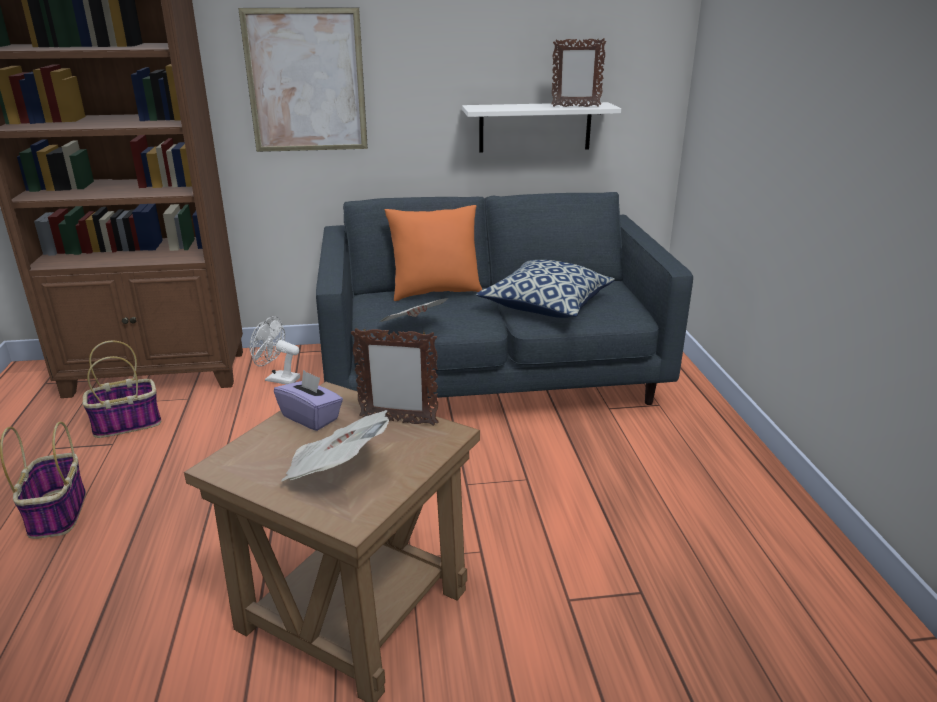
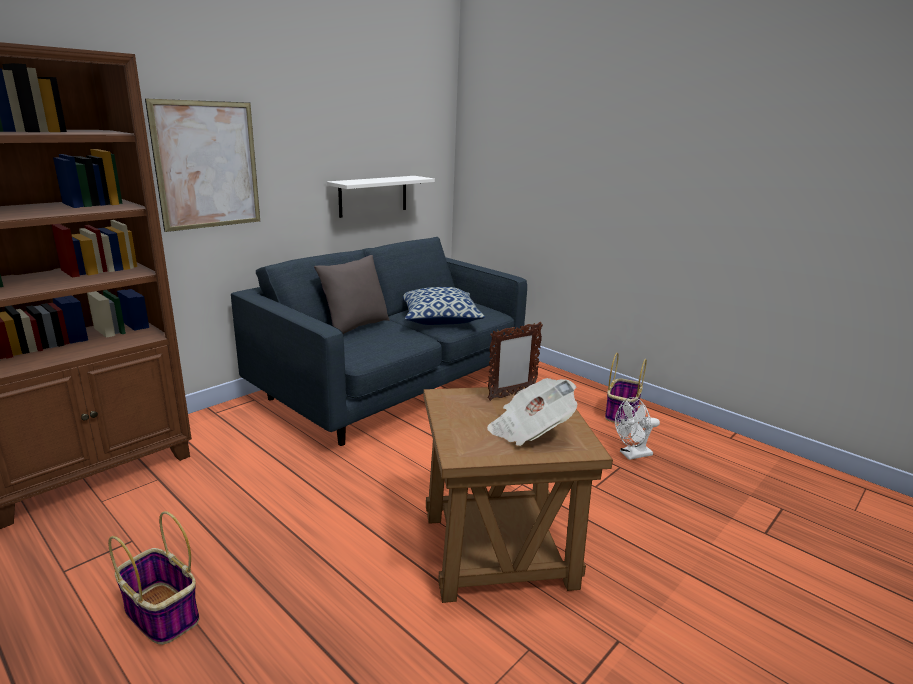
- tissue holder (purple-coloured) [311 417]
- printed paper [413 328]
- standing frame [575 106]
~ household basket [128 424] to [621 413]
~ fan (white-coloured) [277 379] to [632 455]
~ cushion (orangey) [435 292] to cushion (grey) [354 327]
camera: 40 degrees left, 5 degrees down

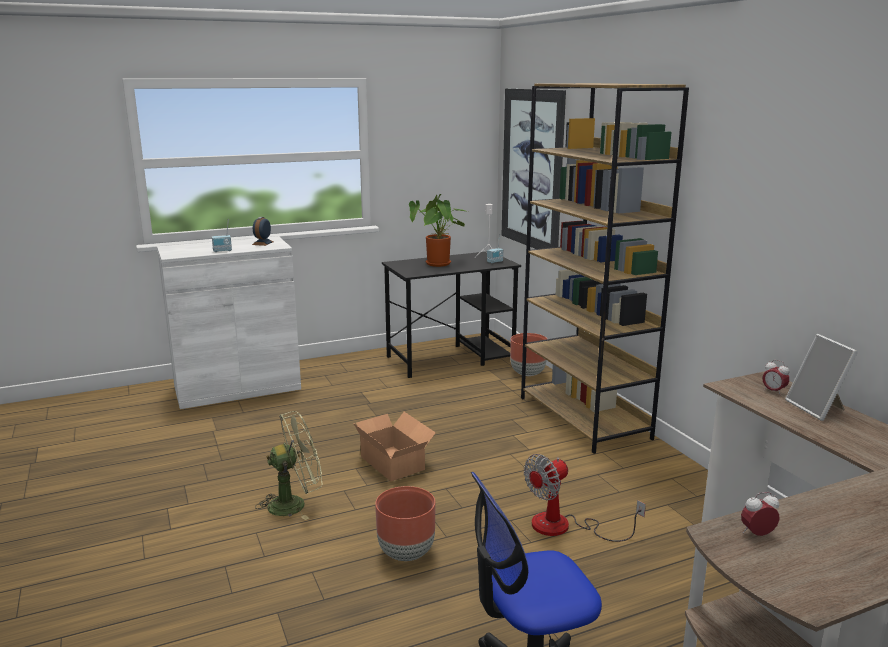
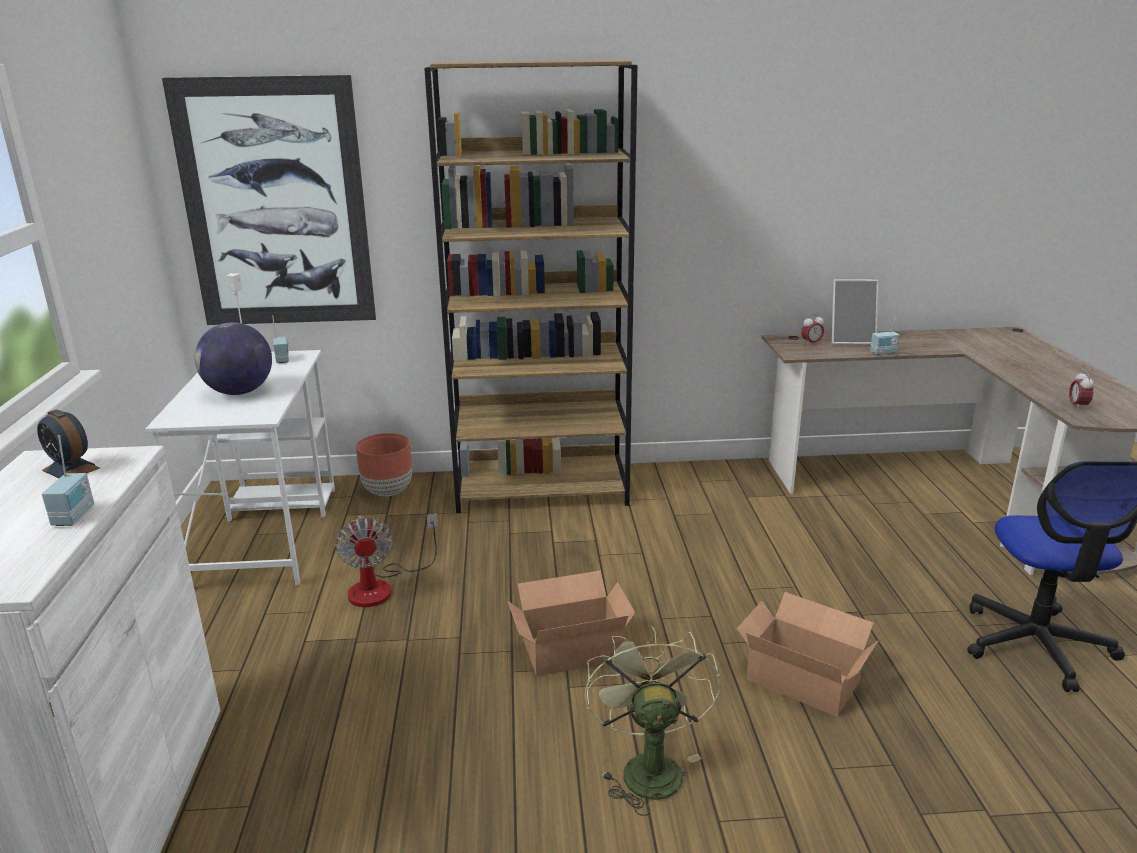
+ radio set [884 353]
~ fan [564 527] to [382 586]
~ plant pot (brown-coloured) [407 553] to cardboard box [802 677]
~ houseplant [439 264] to desk globe [239 392]
~ desk table (blackish) [451 358] to desk table (white-coloured) [268 534]
camera: 70 degrees left, 5 degrees up

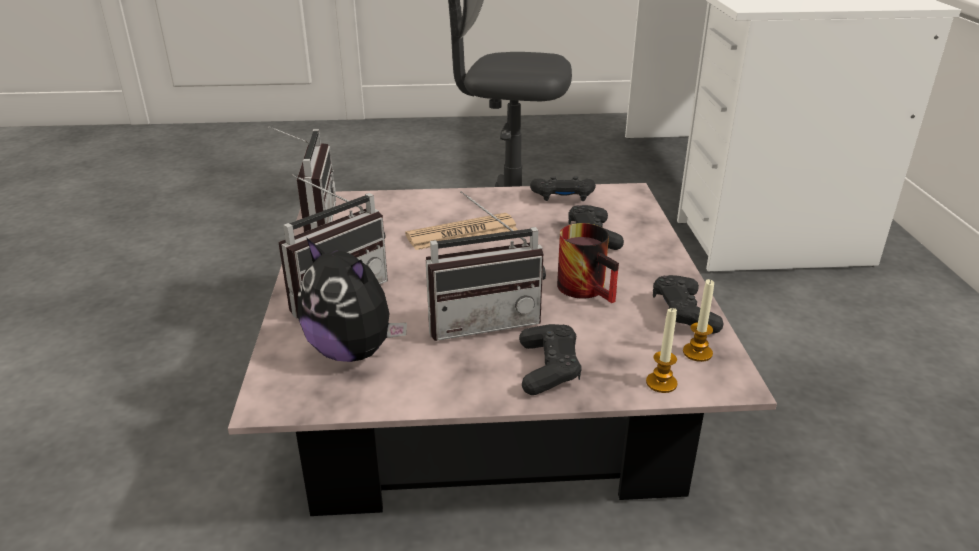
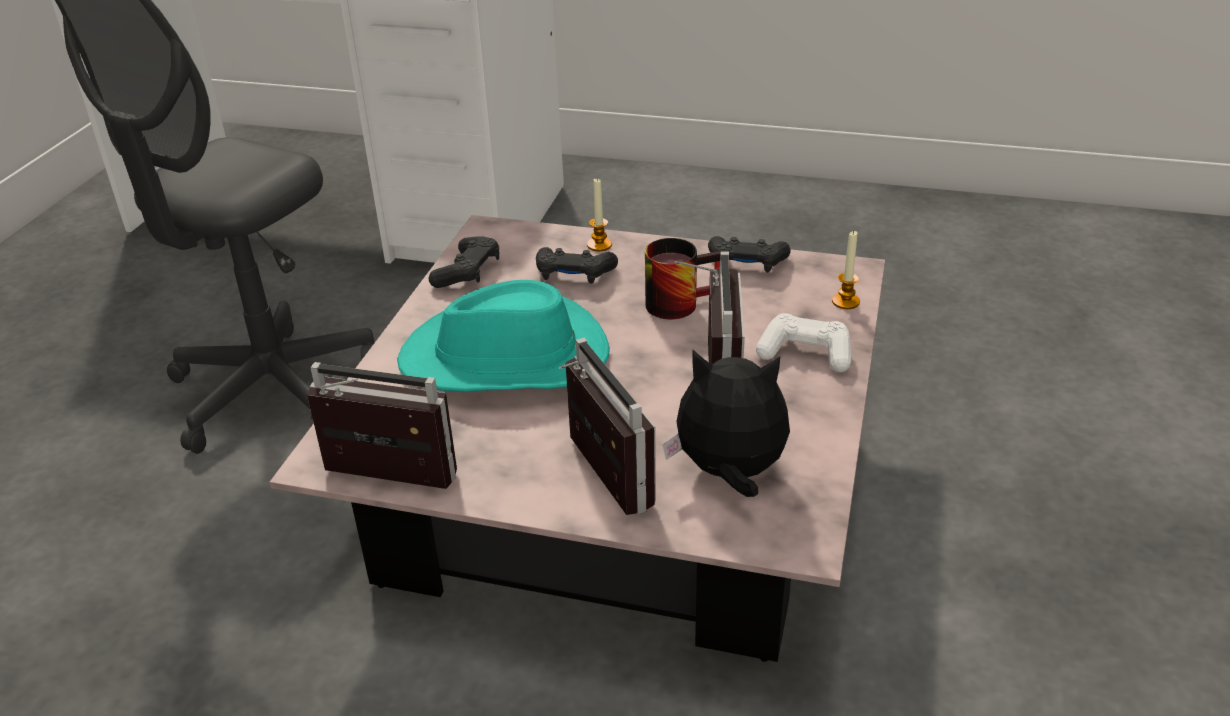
~ candle [697 353] to [599 245]
~ printed paper [462 233] to clothing hat (turquoise-coloured) [506 358]
~ joypad (blackish) [548 368] to joypad (white-coloured) [805 354]
~ soft toy [353 351] = [729 473] 135 degrees counterclockwise
camera: 70 degrees left, 5 degrees up

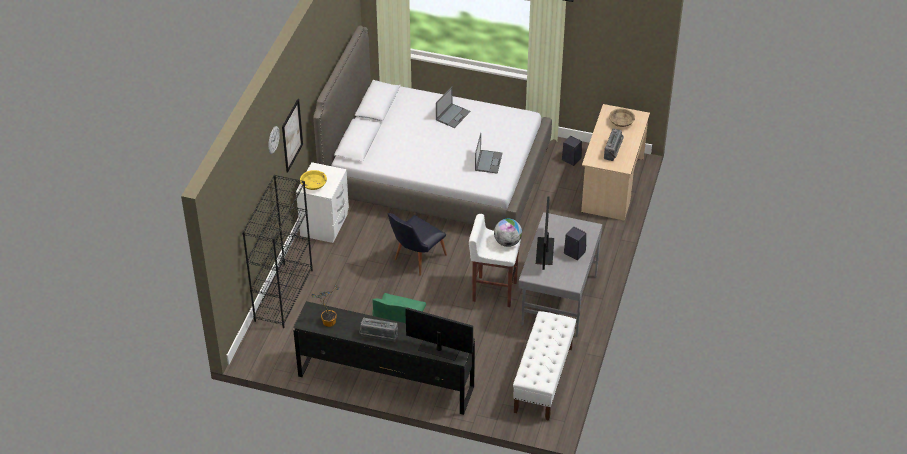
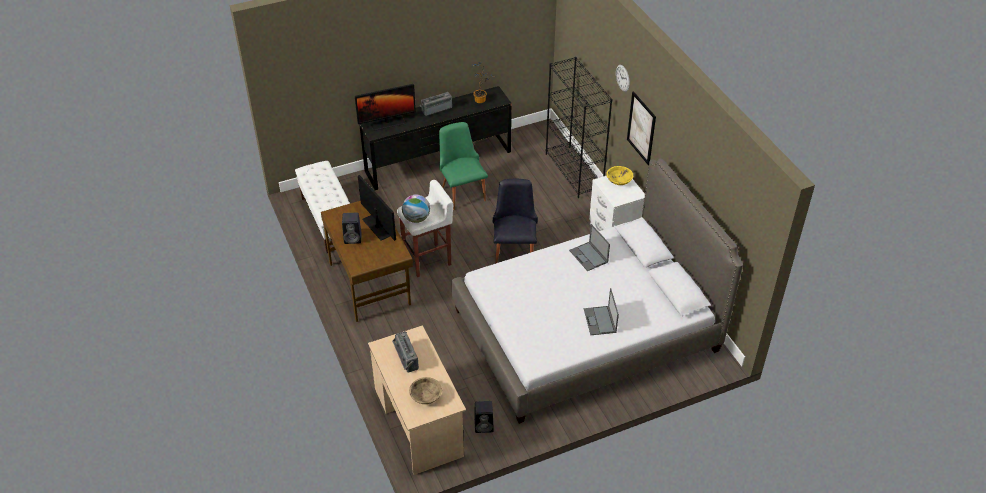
~ notebook computer [488 161] to [589 256]
~ desk table (grey) [558 300] to desk table (brown-coloured) [370 283]
camera: 140 degrees right, 0 degrees up

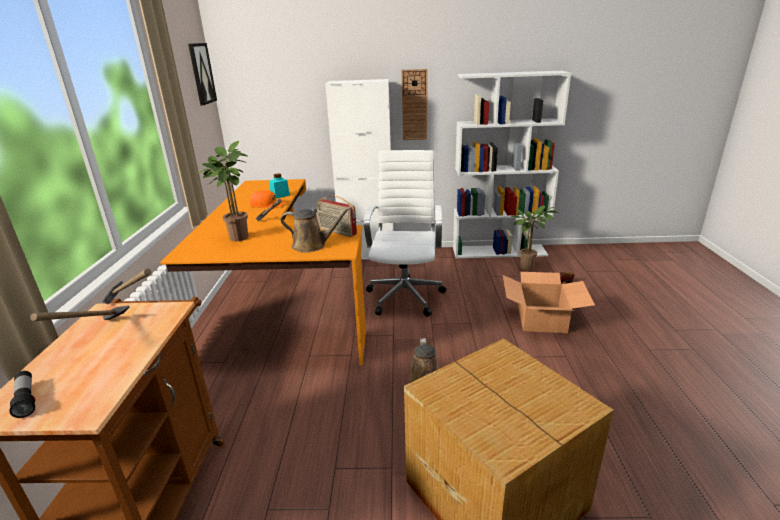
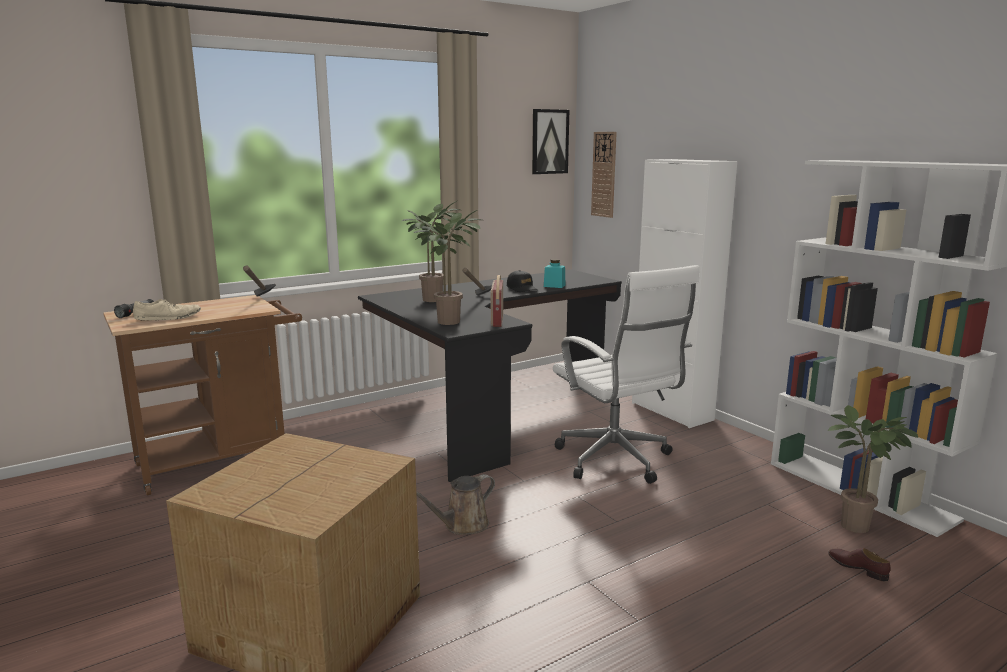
- hammer [95 337]
- cardboard box [542 318]
+ shoe (beige) [168 317]
~ hanging clock [414 105] to [604 174]
~ sprinkling can (brown-coloured) [312 245] to houseplant [450 321]
~ desk table (orangey) [277 309] to desk table (blackish) [490 411]
~ cap (orangey) [268 205] to cap (blackish) [522 288]
~ computer chair (white-coloured) [405 295] = [616 461] 90 degrees clockwise
camera: 55 degrees right, 10 degrees down

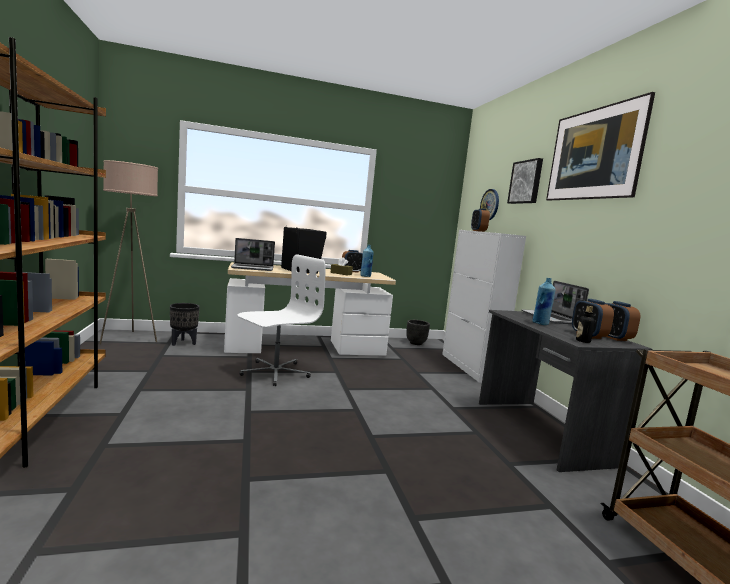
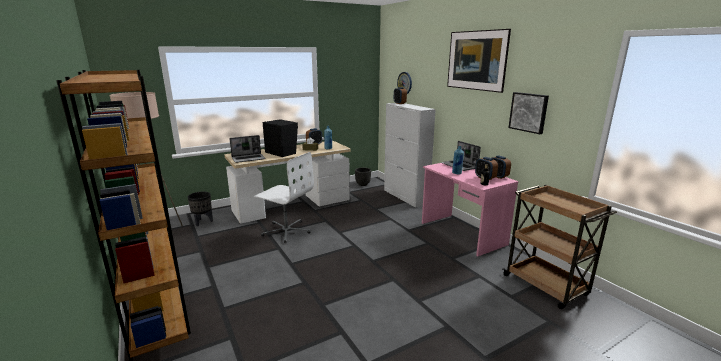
~ wall picture [526 182] to [529 112]
~ desk table (grey) [541 431] to desk table (pink) [462 233]
~ computer chair (white-coloured) [275 372] = [286 231] 90 degrees clockwise
camera: 15 degrees left, 10 degrees up

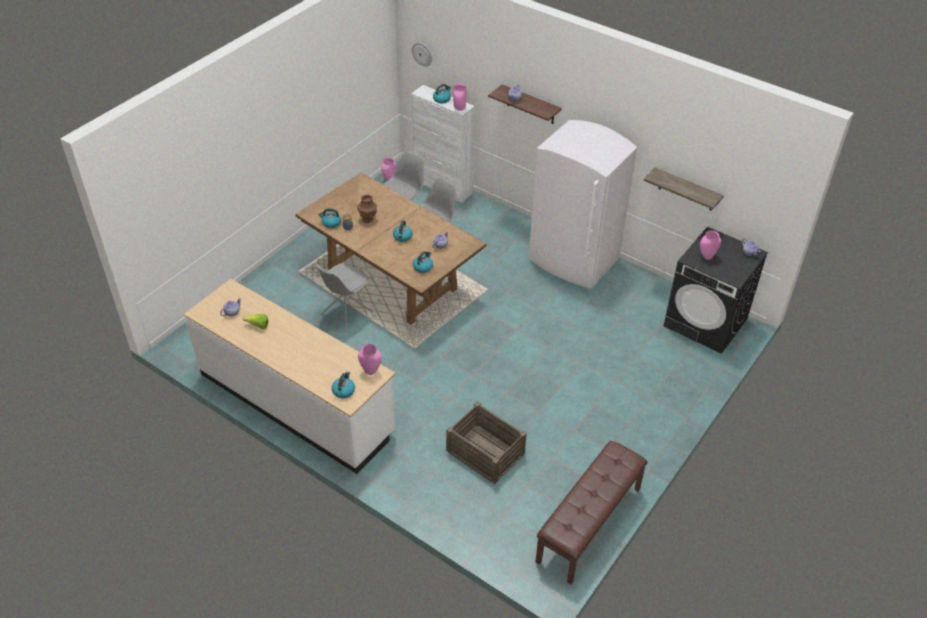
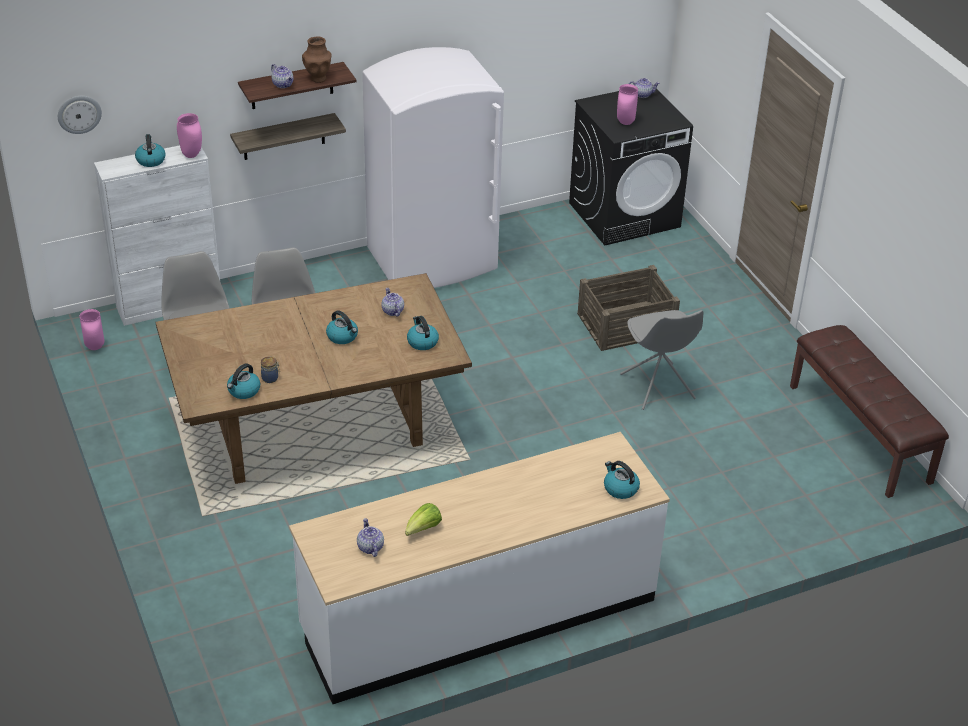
- decorative vase (pink) [370 372]
~ upright chair (grey) [345 314] to [658 387]
~ decorative vase (brown-coloured) [368 219] to [318 78]
~ packing crate [485 452] to [626 324]
~ wall shelf [686 190] to [283 137]
camera: 60 degrees left, 5 degrees down

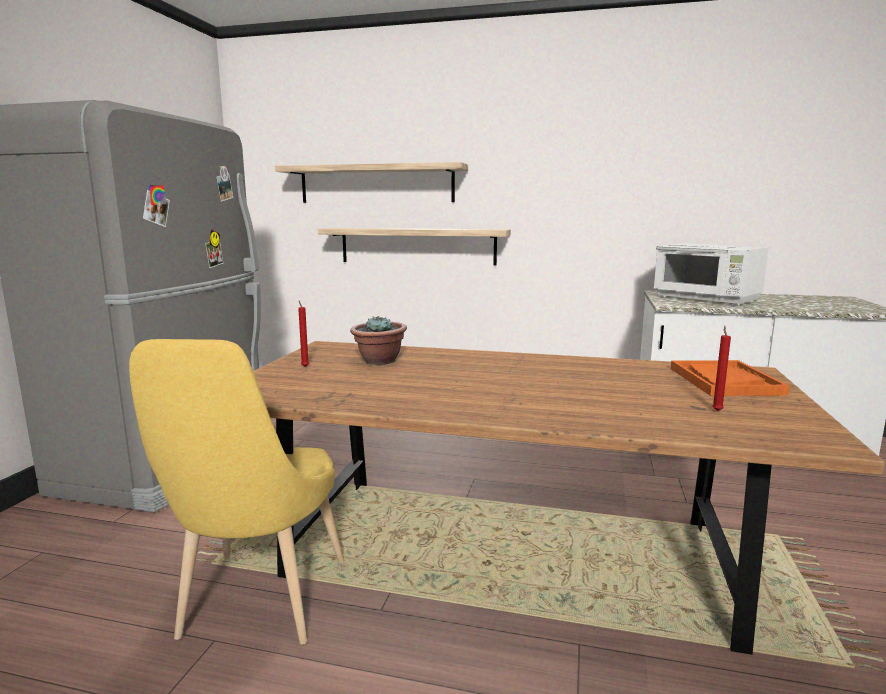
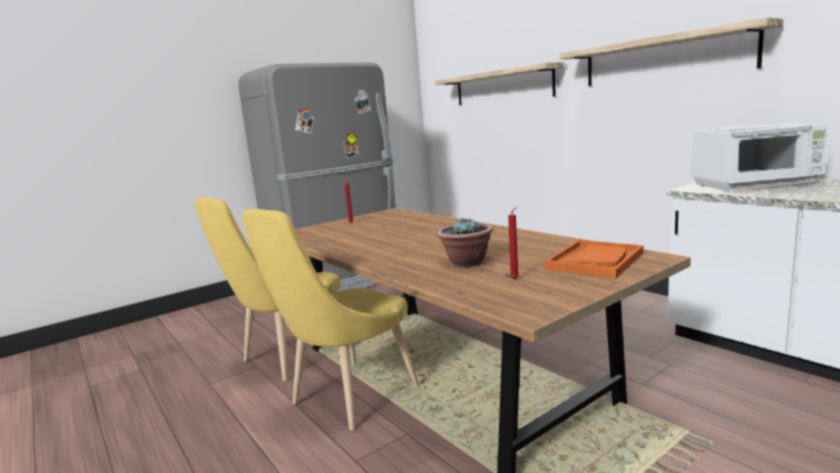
+ upright chair (yellowish) [348 399]
~ wall shelf [417 246] to [664 58]
~ houseplant [379 361] to [466 263]
~ microwave oven (white-coloured) [706 299] = [755 185] 90 degrees counterclockwise
camera: 40 degrees right, 0 degrees up

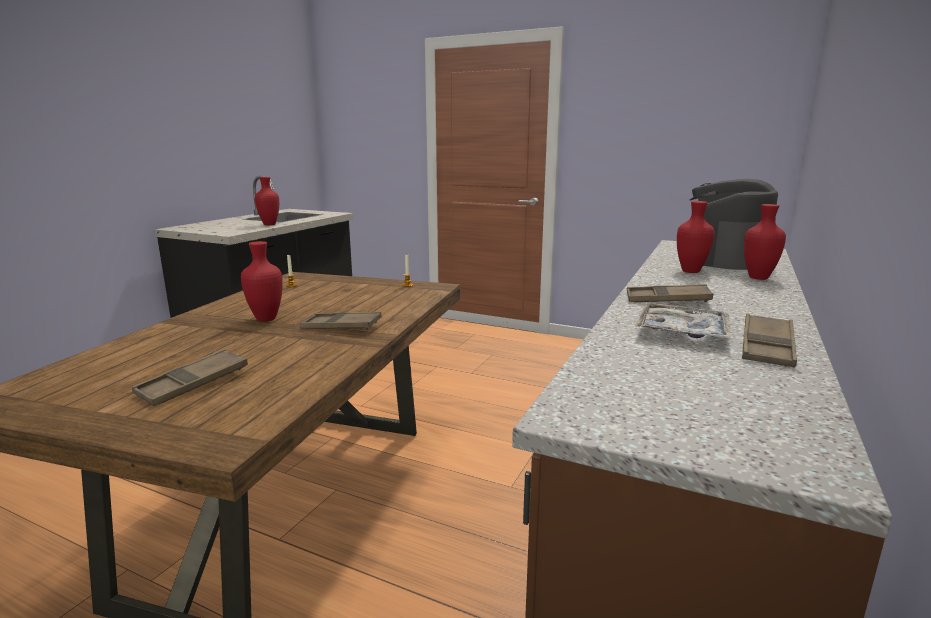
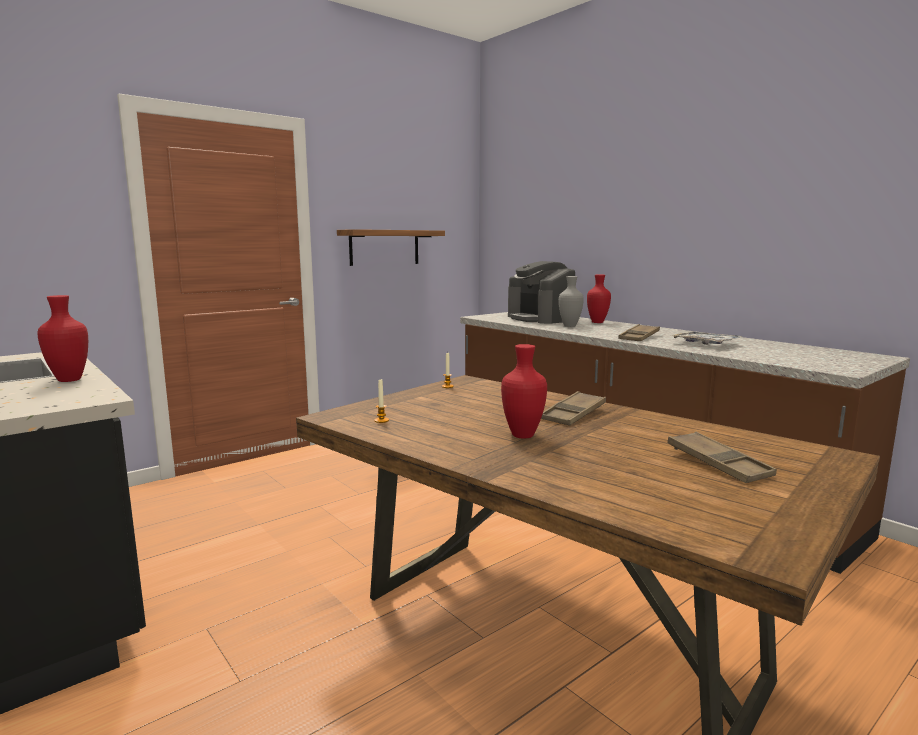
- carrying tray (brown-coloured) [767 347]
+ wall shelf [384 247]
~ decorative vase (reddish) [691 271] to decorative vase (grey) [570 326]
camera: 65 degrees left, 5 degrees down

